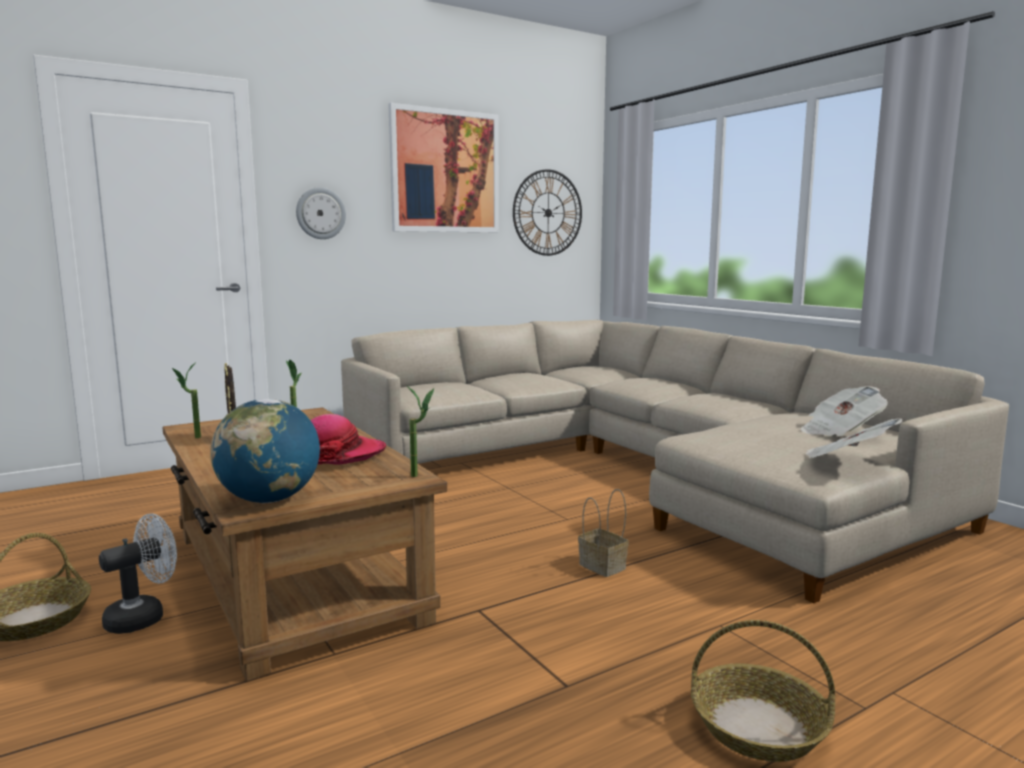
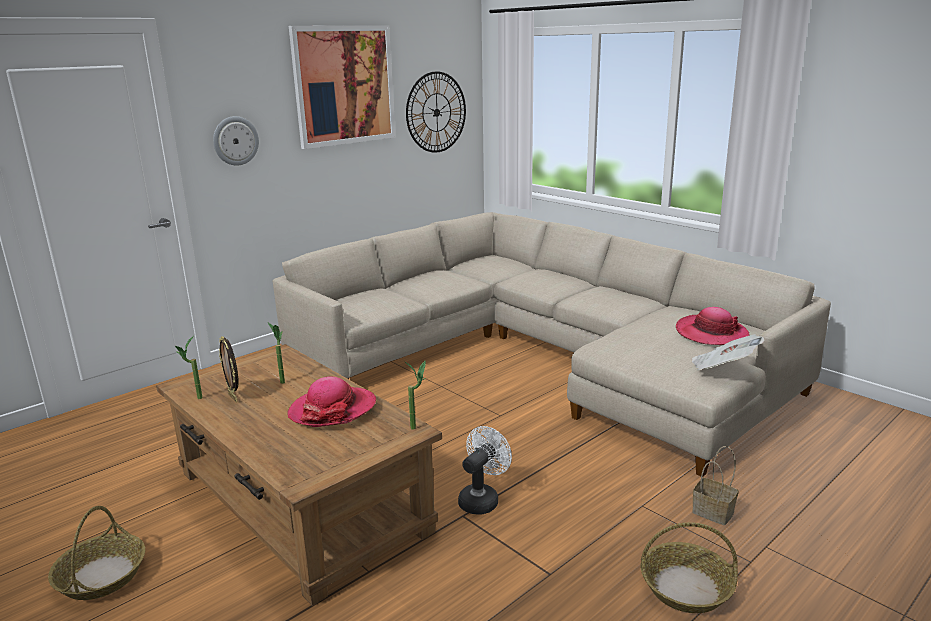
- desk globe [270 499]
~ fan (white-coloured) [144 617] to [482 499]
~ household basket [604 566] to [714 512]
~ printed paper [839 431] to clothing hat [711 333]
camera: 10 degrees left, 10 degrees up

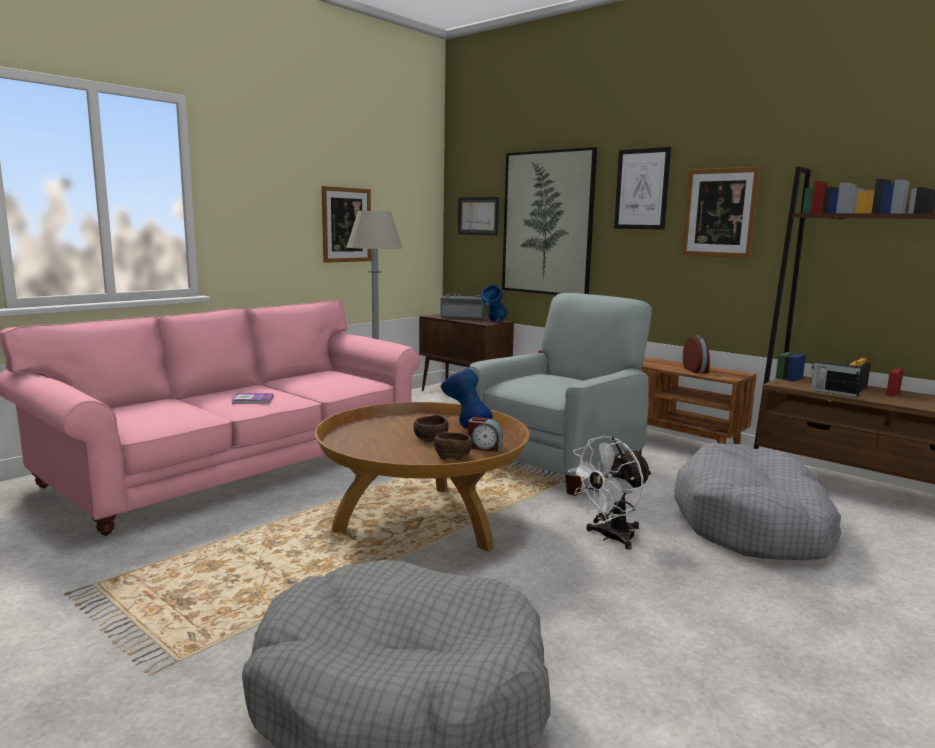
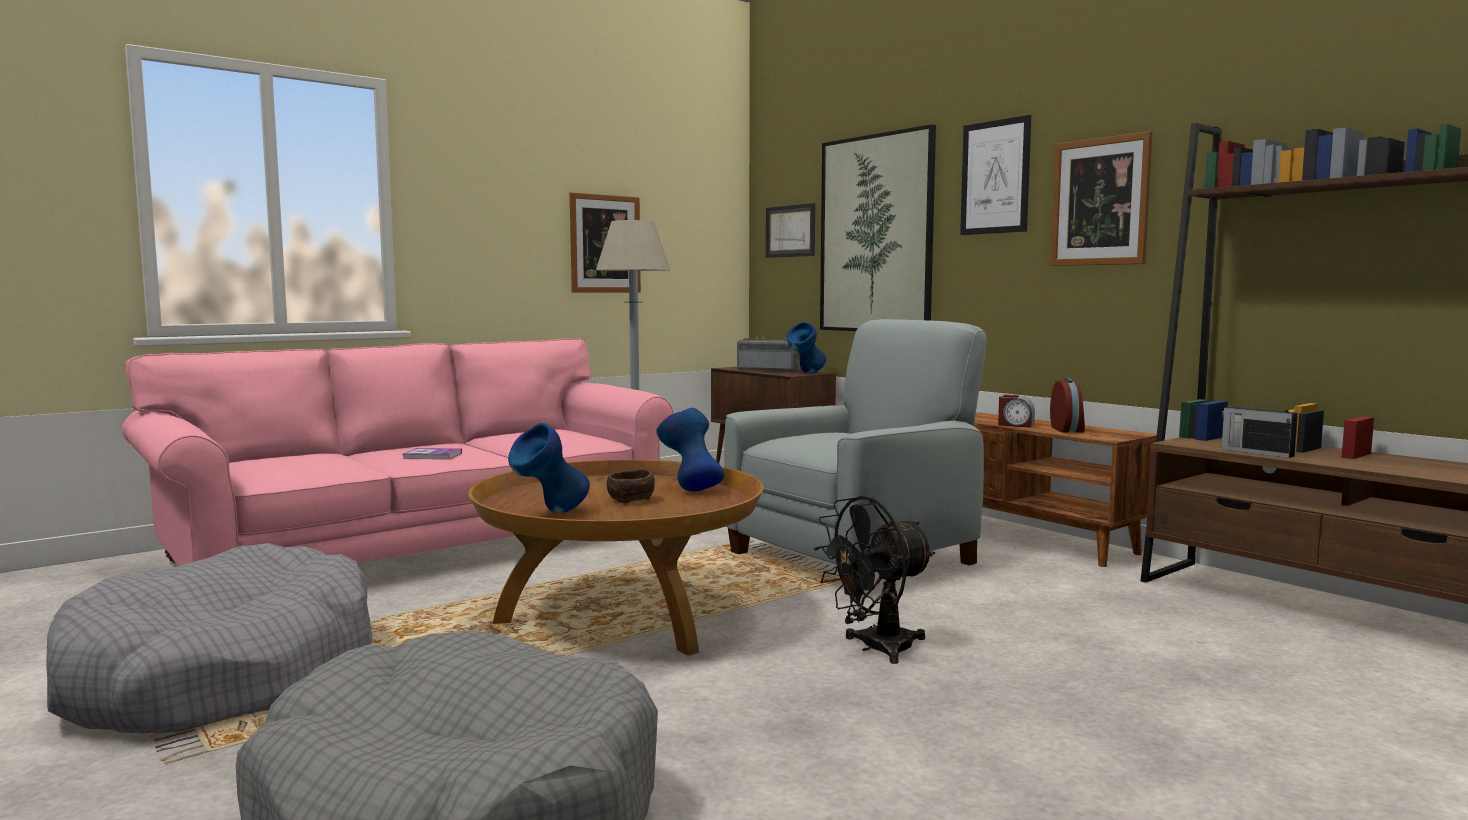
- bowl (brown-coloured) [452 455]
+ decorative vase (blue-coloured) [550 514]
~ bedside clock [484 447] to [1015 425]
~ dog bed (grey) [753 524] to [222 675]
~ fan (white-coloured) [610 537] to fan (blackish) [875 648]
camera: 10 degrees right, 5 degrees down

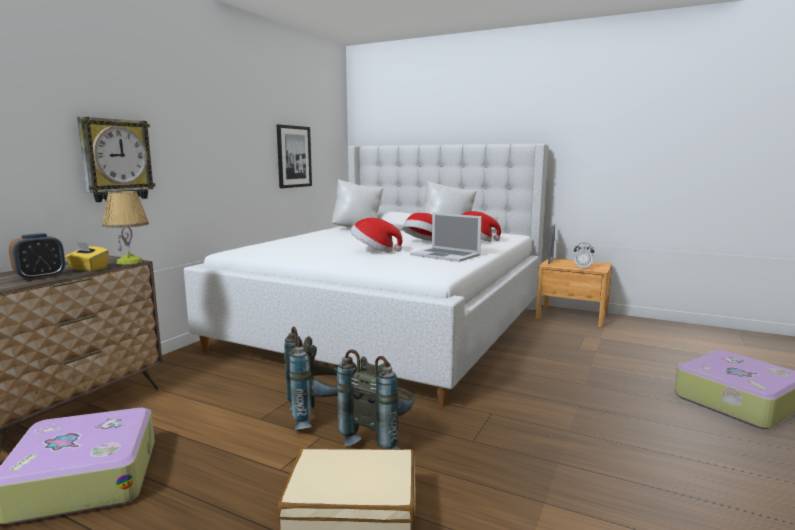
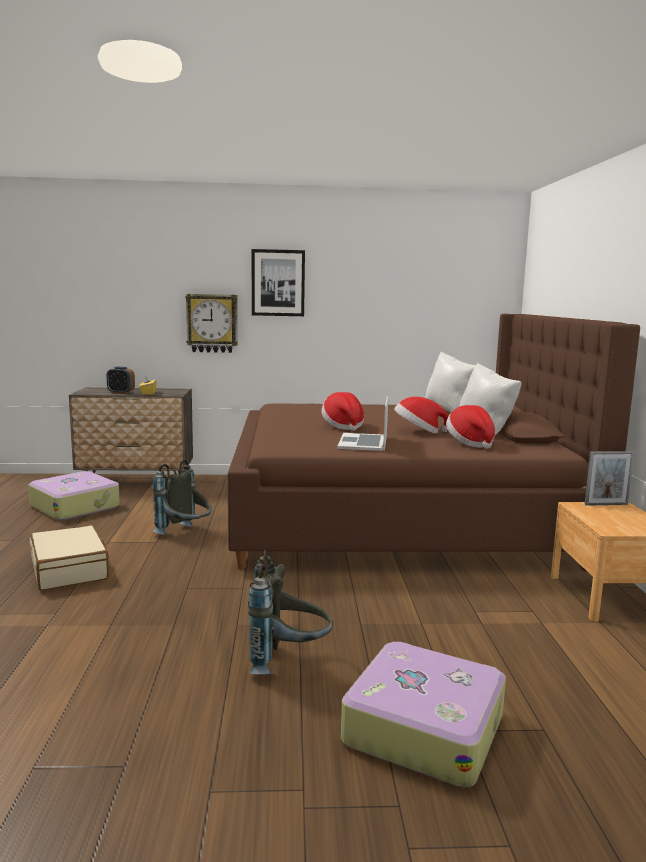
- table lamp [130 262]
- bedside clock [582 268]
~ wall picture [294 156] to [278 283]
~ rucksack (grey) [380 438] to [288 660]
~ bed (white-coloured) [389 325] to bed (brown-coloured) [398 517]
camera: 60 degrees right, 0 degrees up

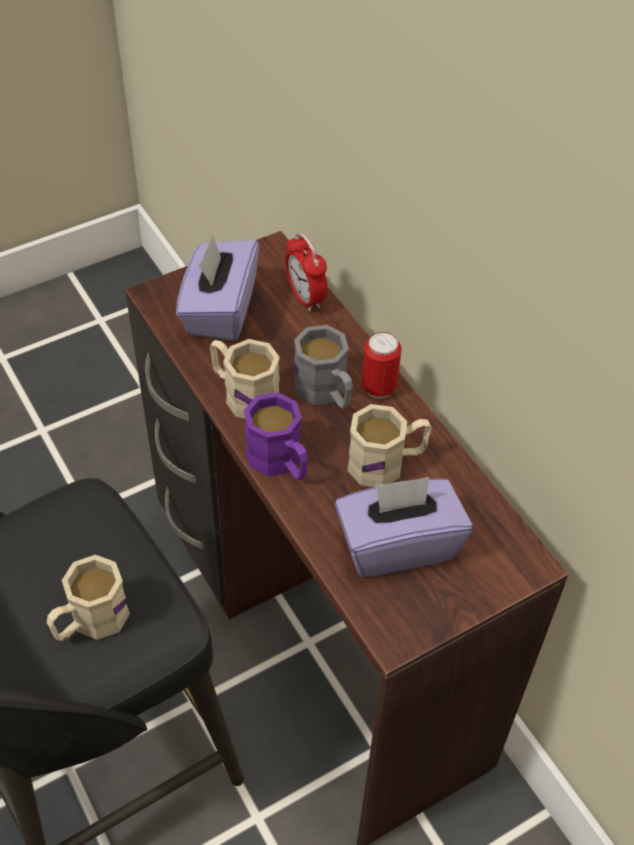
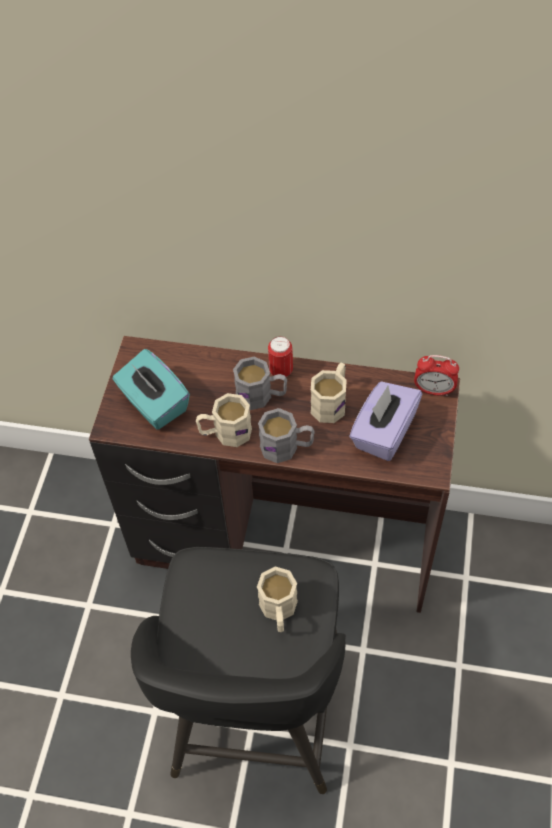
~ bedside clock [305 297] to [433 390]
~ tissue holder (purple-coloured) [219 310] to tissue holder (turquoise-coloured) [154 404]
~ tea mug (purple-coloured) [280 462] to tea mug (grey) [287 447]
camera: 45 degrees left, 5 degrees up

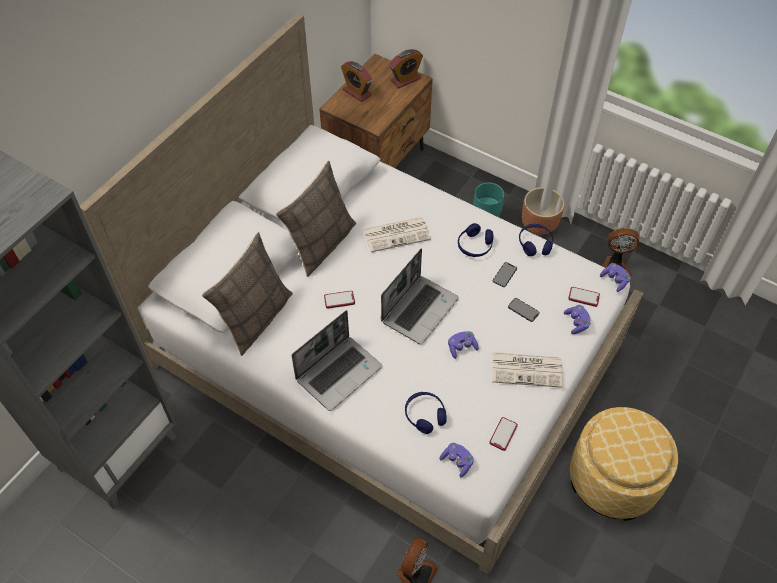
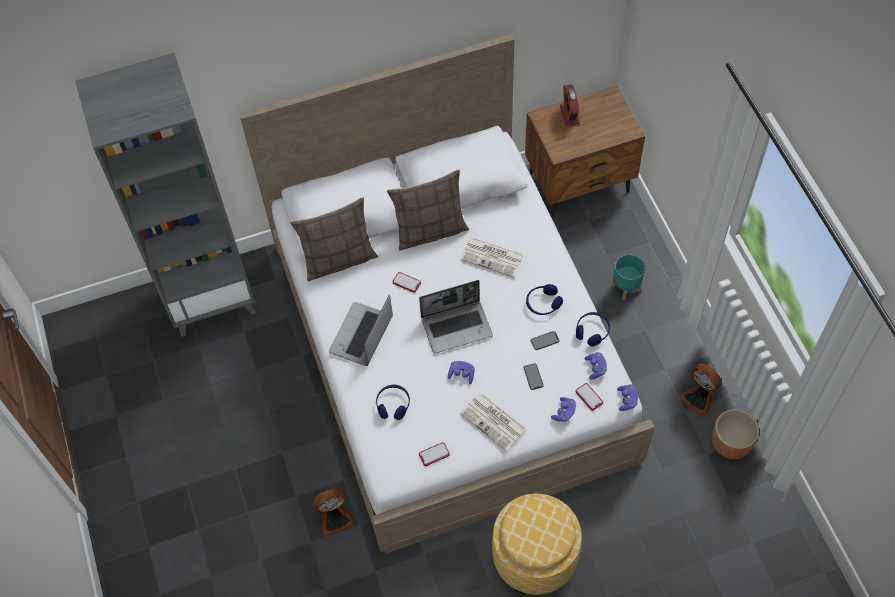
- bedside clock [405 79]
~ joypad (purple-coloured) [457 462] to [595 368]
~ plant pot (brown-coloured) [539 224] to [731 444]
~ notebook computer [339 372] = [362 336] 120 degrees clockwise
camera: 40 degrees right, 5 degrees up

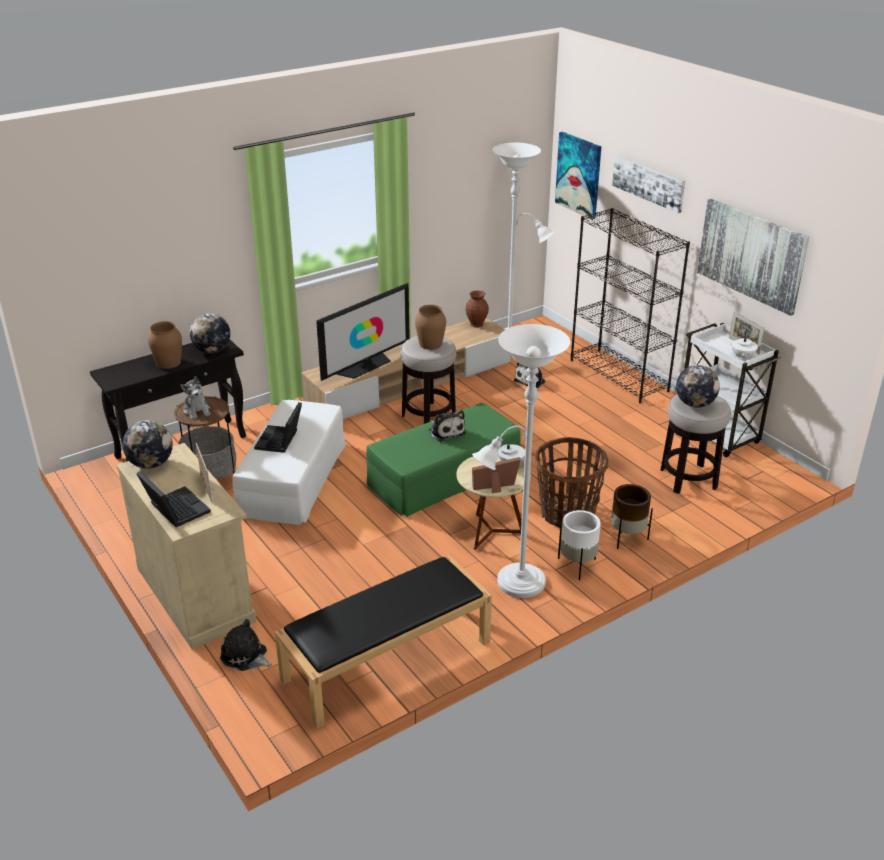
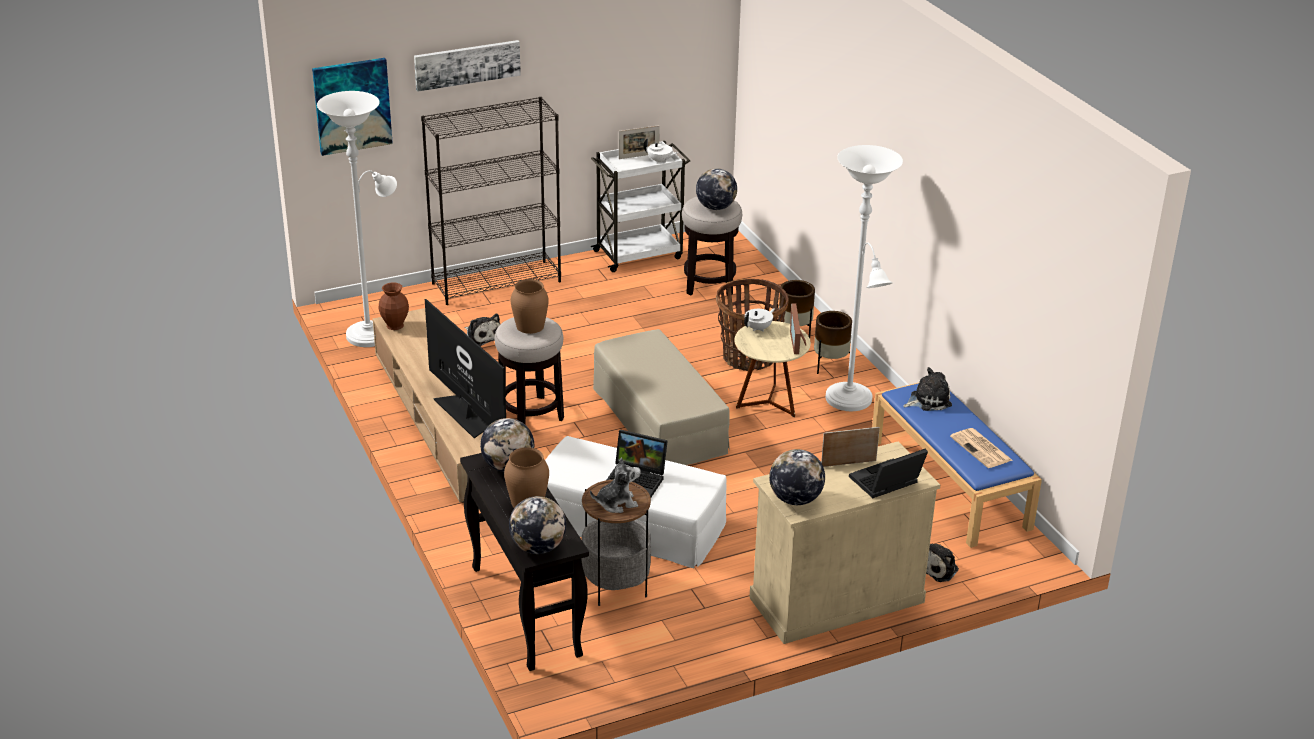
- wall picture [751 255]
+ desk globe [538 547]
+ printed paper [982 449]
~ soft toy [446 431] to [928 400]
~ long seat (blackish) [386 661] to long seat (blue-coloured) [950 484]
~ footrest (greenish) [444 475] to footrest (beige) [659 418]
~ plant pot (white-coloured) [577 566] to plant pot (brown-coloured) [830 366]
camera: 80 degrees left, 0 degrees up

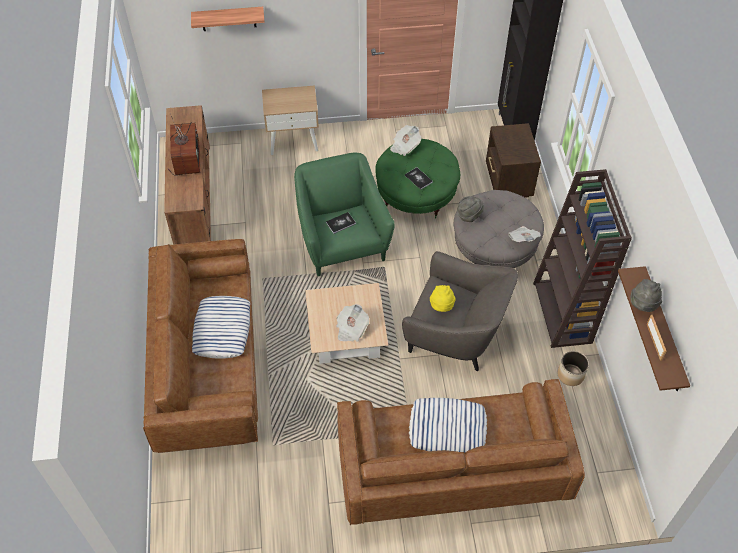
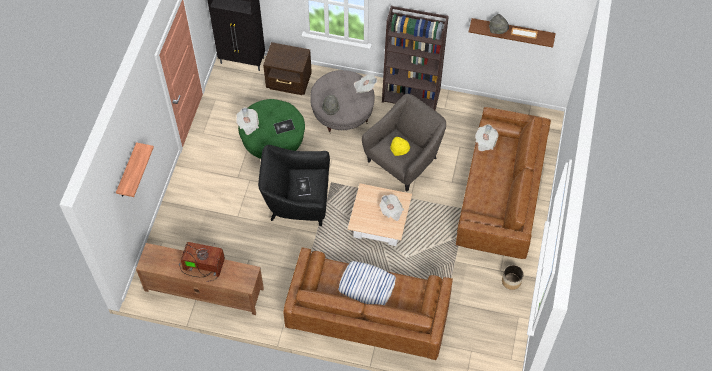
- night table (beige) [293 140]
- cushion [447 429]
+ printed paper [485 142]
~ plant pot [570 375] to [511 281]
~ lounge chair (greenish) [342 242] to lounge chair (blackish) [297 201]
camera: 70 degrees left, 5 degrees up

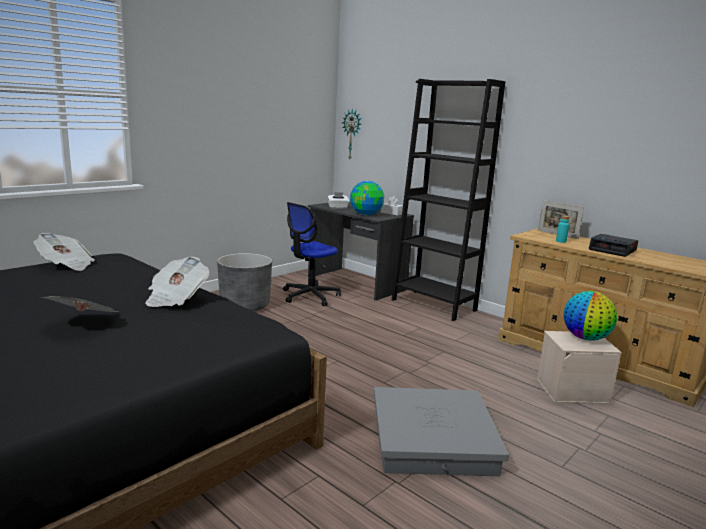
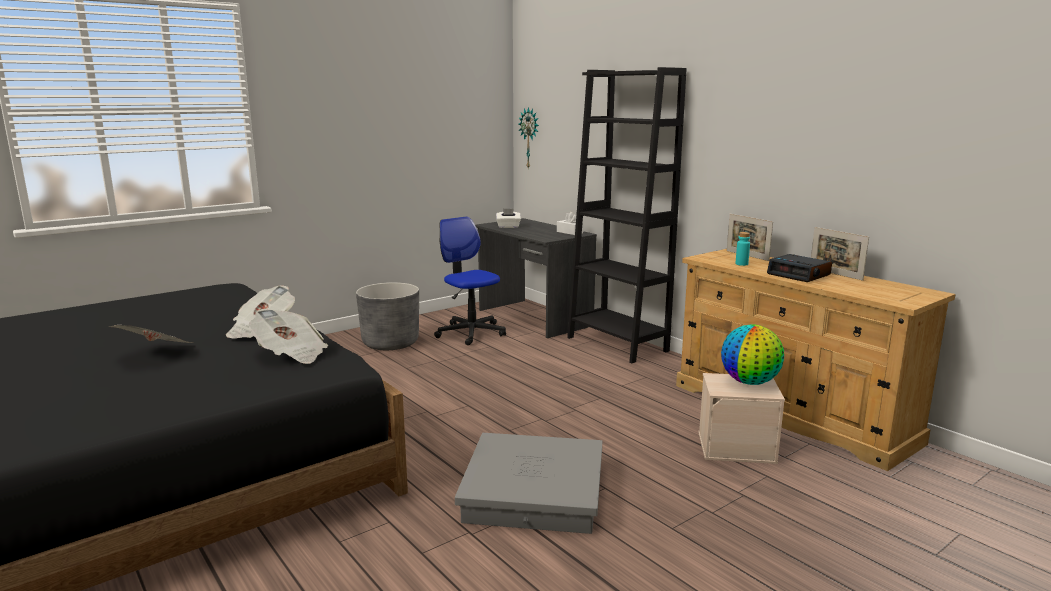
- desk globe [366 214]
+ standing frame [835 274]
~ printed paper [66 265] to [291 354]
~ computer chair [310 296] = [471 333] 90 degrees clockwise
camera: 10 degrees right, 0 degrees up

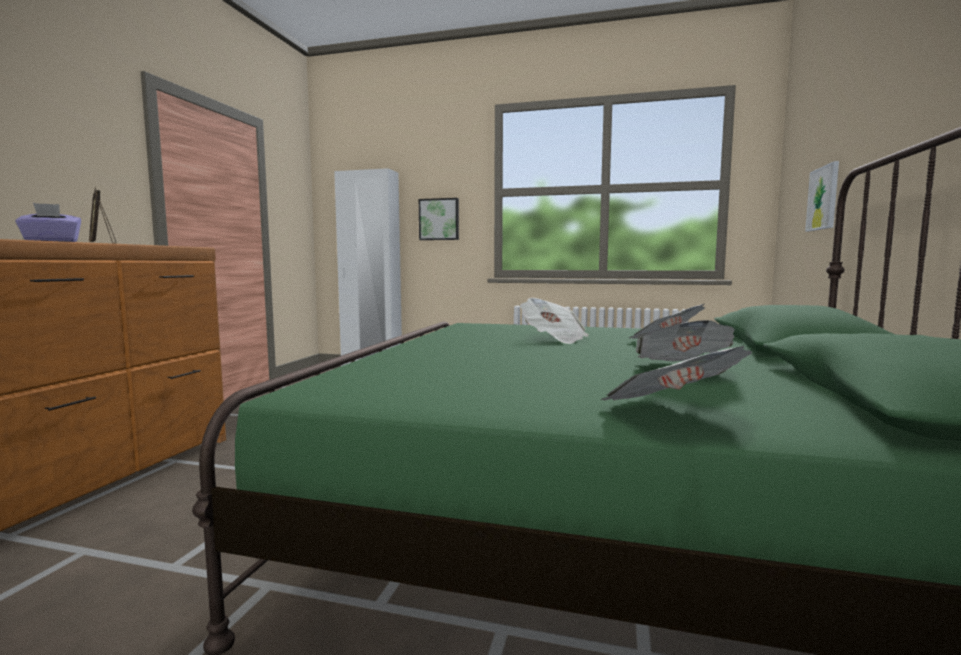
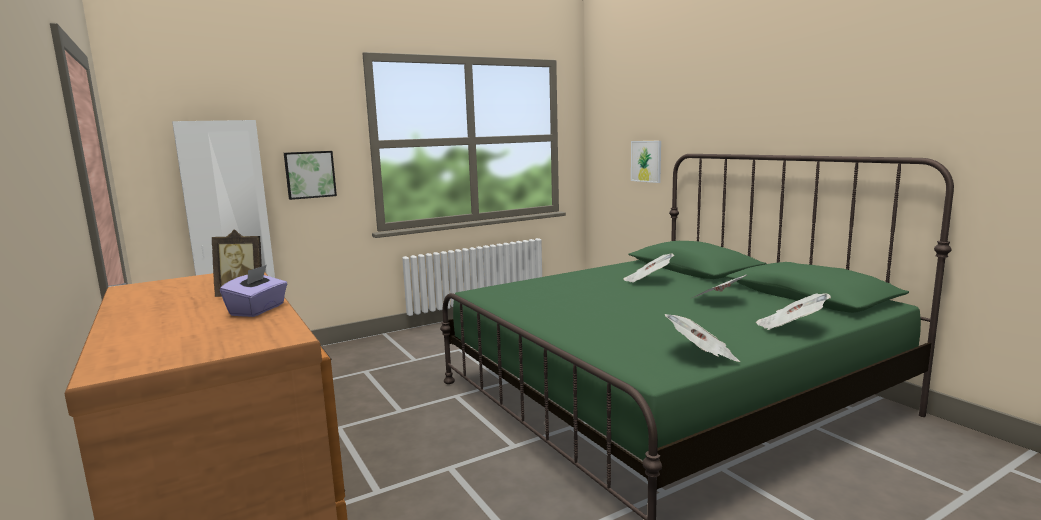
~ printed paper [553 338] to [702 355]
camera: 45 degrees left, 5 degrees up

